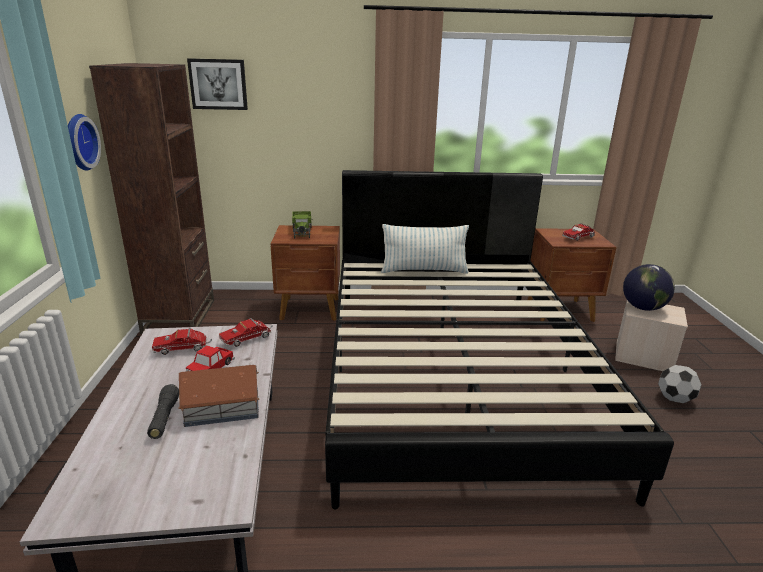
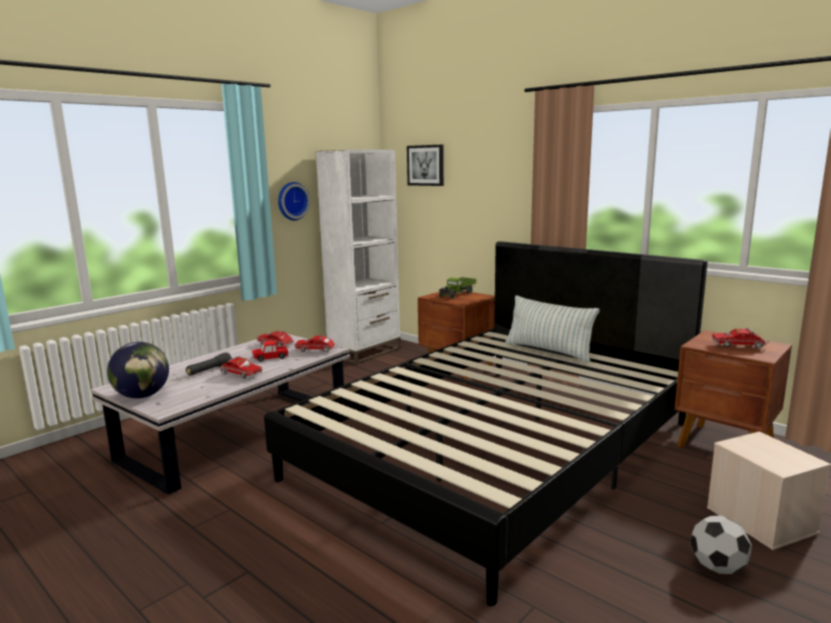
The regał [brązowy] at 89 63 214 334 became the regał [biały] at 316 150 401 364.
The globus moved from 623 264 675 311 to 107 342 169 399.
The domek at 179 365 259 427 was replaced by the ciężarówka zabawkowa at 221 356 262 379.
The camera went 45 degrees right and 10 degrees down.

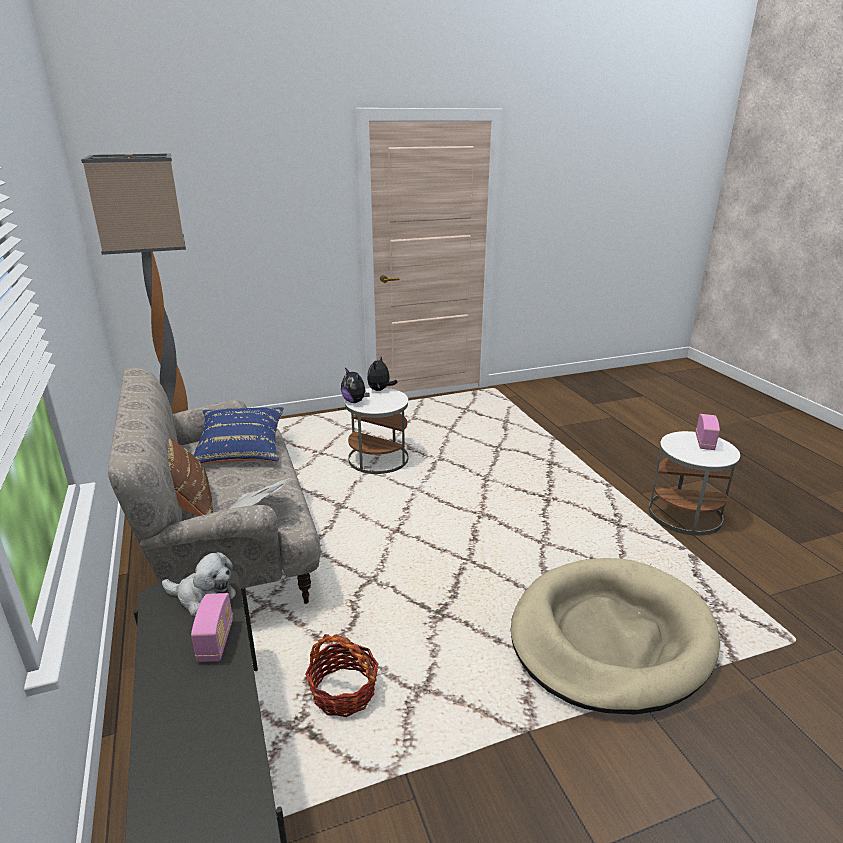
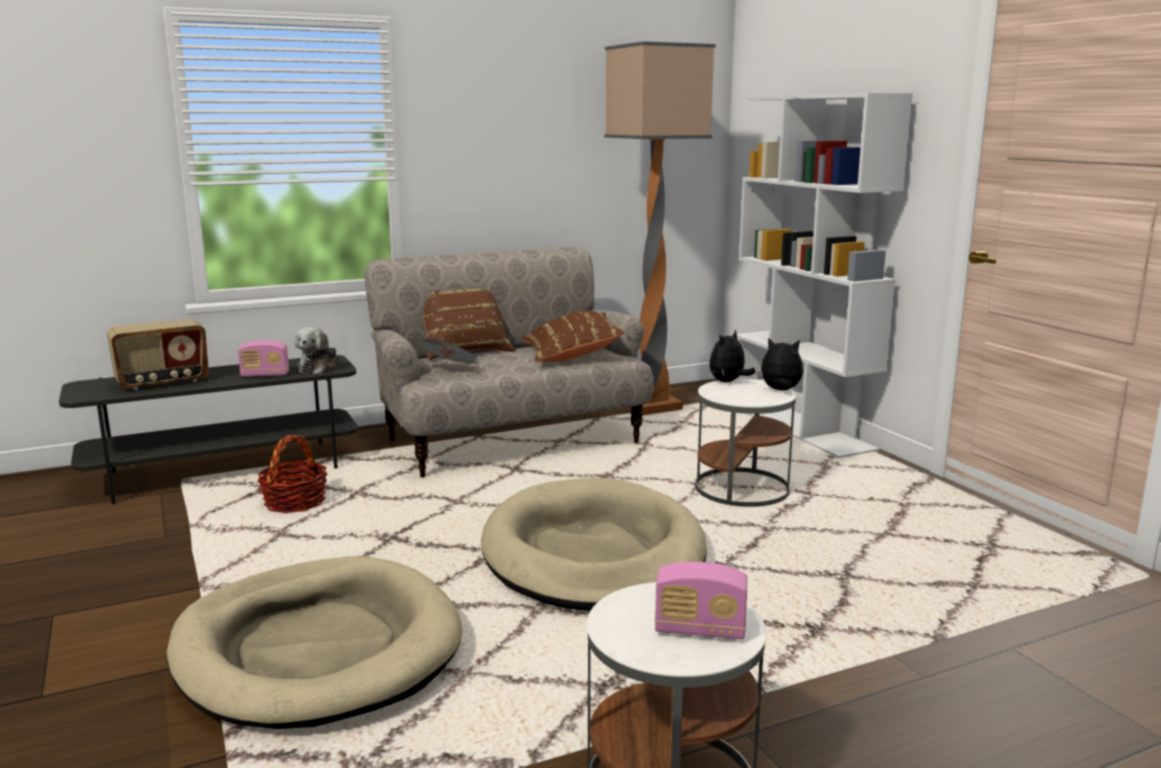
The poduszka [niebieski] at 193 407 284 464 became the poduszka [brązowy] at 522 311 624 362.
The regał [biały] at 736 93 913 458 appeared.
The radio at 107 319 209 390 appeared.
The legowisko [beżowy] at 481 477 707 611 appeared.
The camera went 85 degrees right and 10 degrees down.

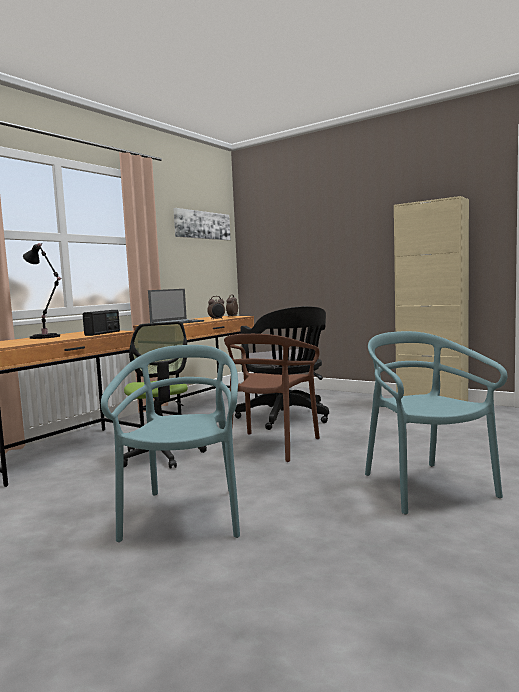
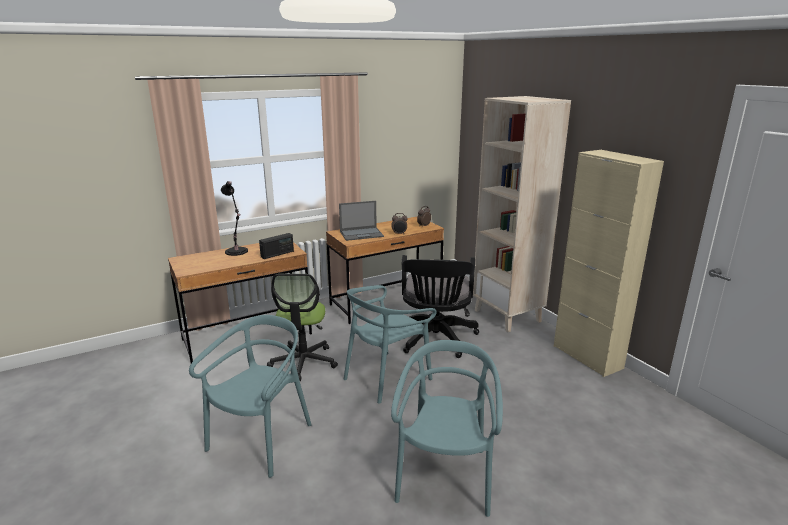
The obraz at 173 208 231 240 disappeared.
The krzesło [brązowy] at 224 334 320 462 became the krzesło [turkusowy] at 343 285 437 404.
The regał [beżowy] at 473 96 571 332 appeared.
The camera went 25 degrees right and 15 degrees up.

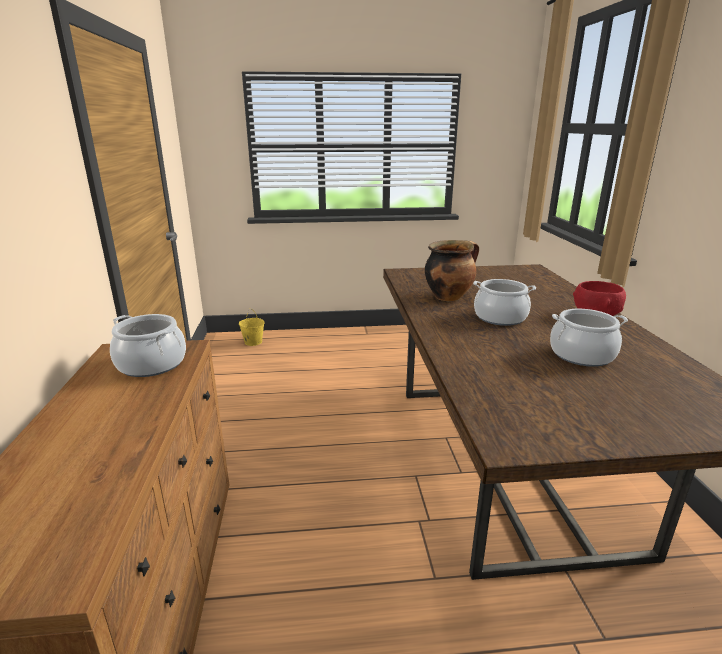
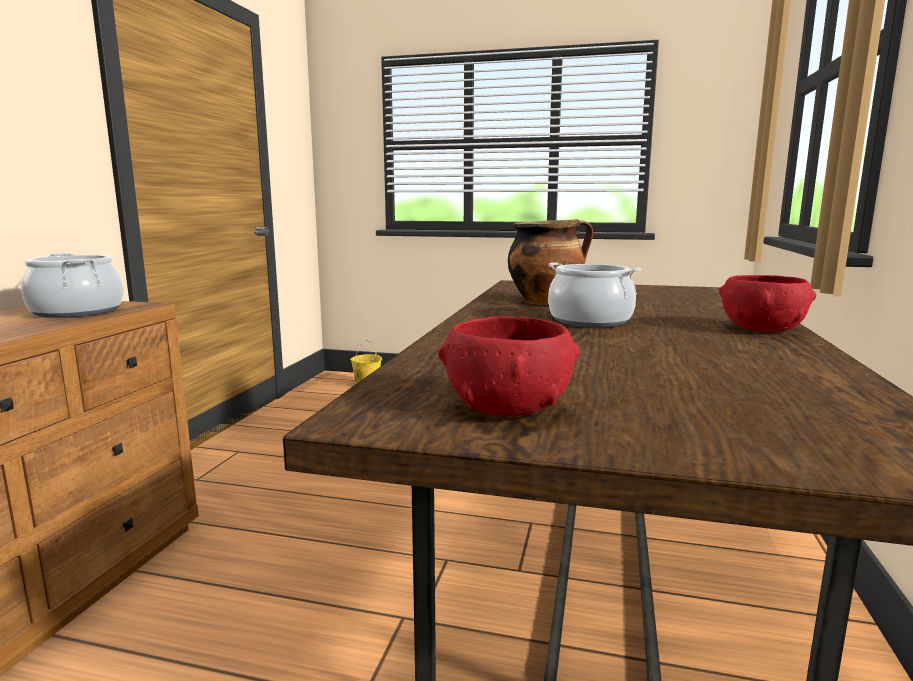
The garnek at 550 309 628 367 disappeared.
The miska [czerwony] at 438 316 580 417 appeared.
The camera went 20 degrees right and 10 degrees down.

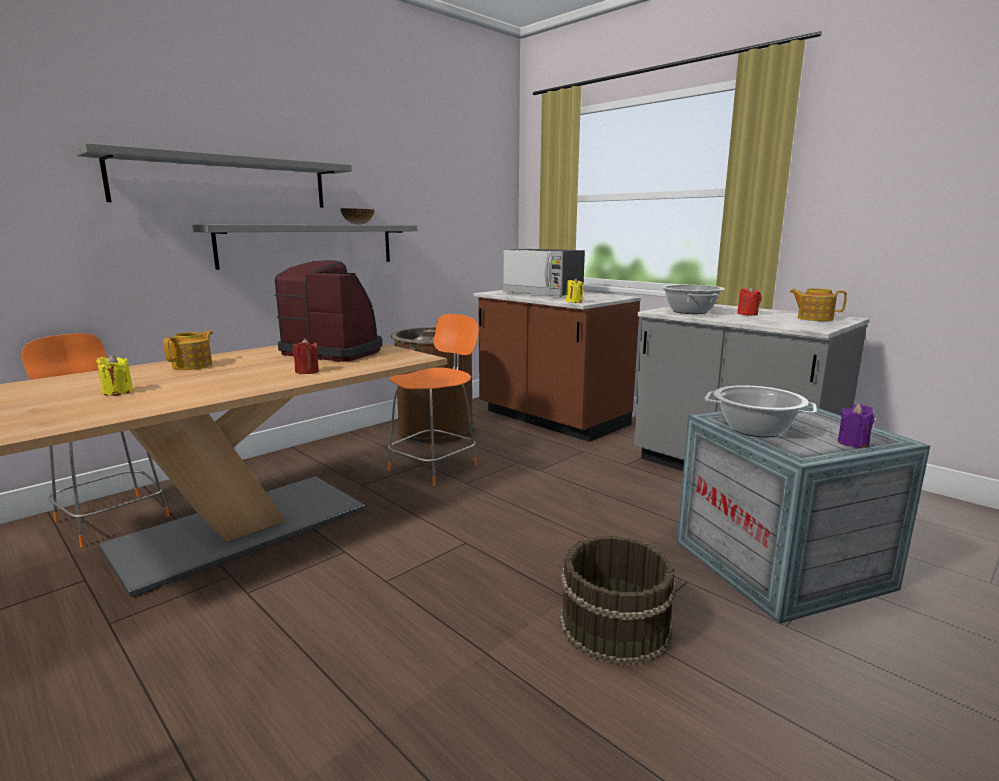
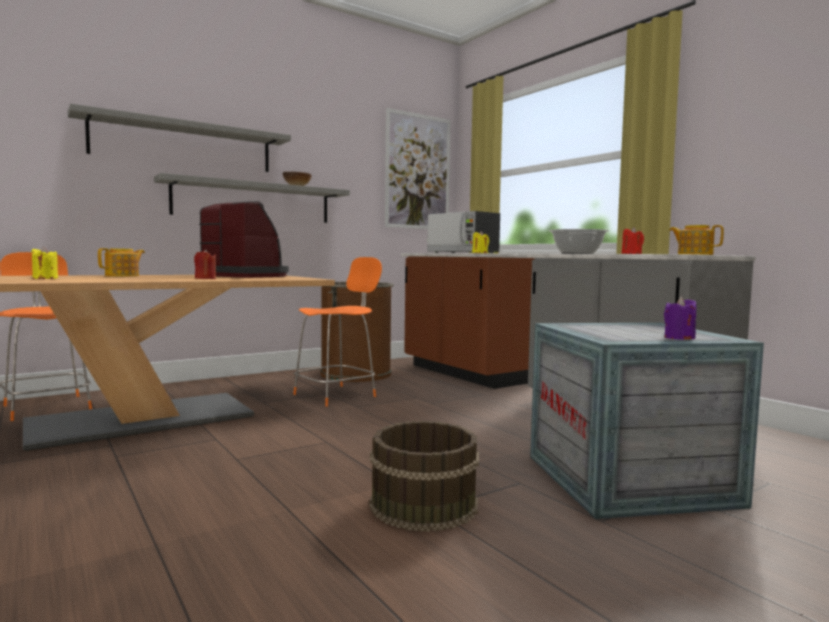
The garnek at 705 385 817 437 disappeared.
The obraz at 385 108 450 229 appeared.
The camera went 10 degrees right and 10 degrees down.

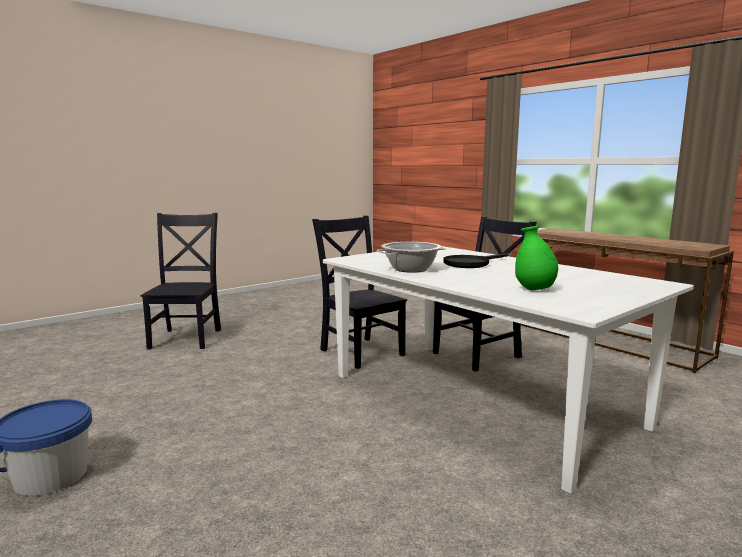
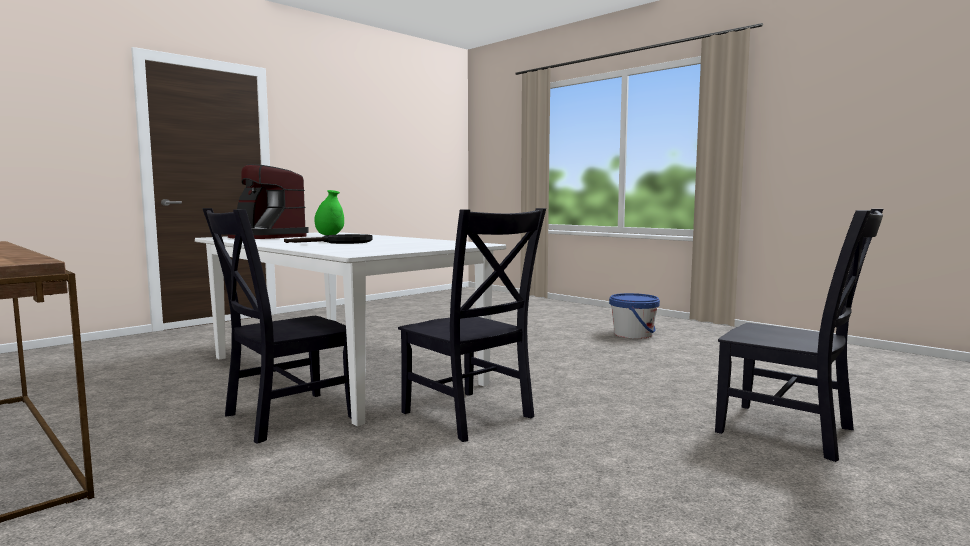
The krzesło [czarny] at 141 213 221 349 turned 45 degrees counterclockwise.
The garnek at 376 242 446 273 disappeared.
The ekspres do kawy at 228 164 309 239 appeared.
The camera went 175 degrees right and 5 degrees down.

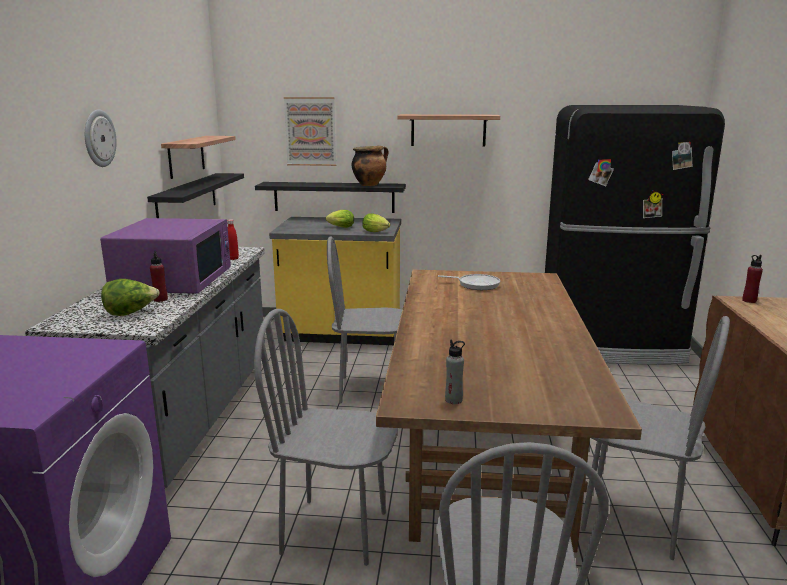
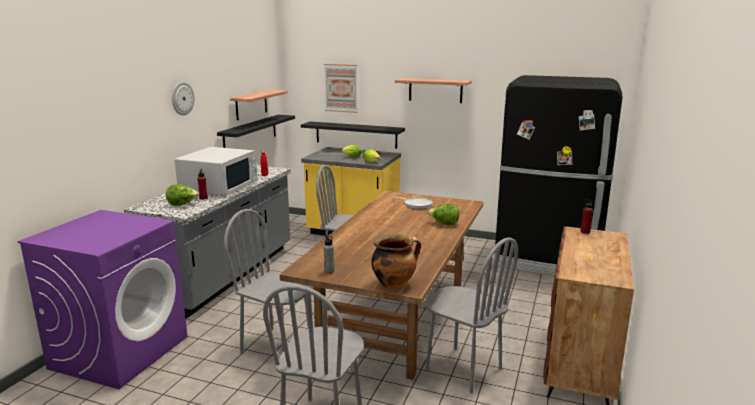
The garnek moved from 352 146 389 186 to 371 234 421 289.
The mikrofalówka [fioletowy] at 100 218 231 294 became the mikrofalówka [biały] at 174 147 258 196.
The sałata at 428 204 459 225 appeared.
The camera went 15 degrees right and 0 degrees up.

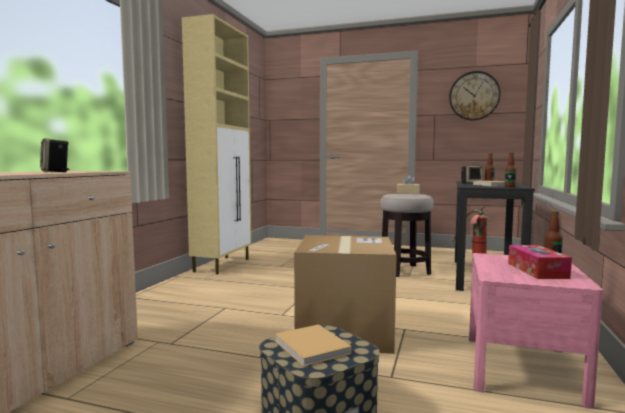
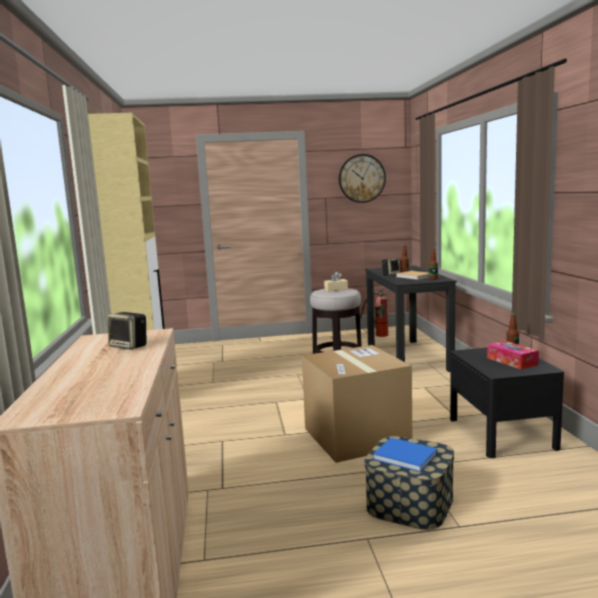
The szafka nocna [różowy] at 469 253 603 409 became the szafka nocna [czarny] at 450 348 564 458.
The książka [beżowy] at 274 324 352 367 became the książka [niebieski] at 373 438 437 472.
The camera went 25 degrees left and 5 degrees up.

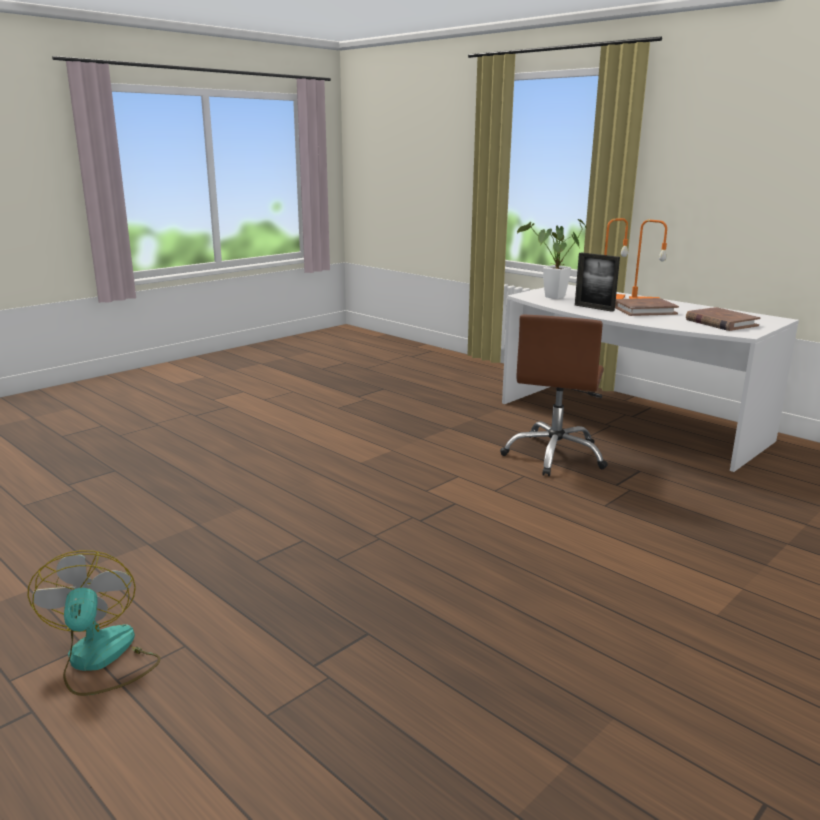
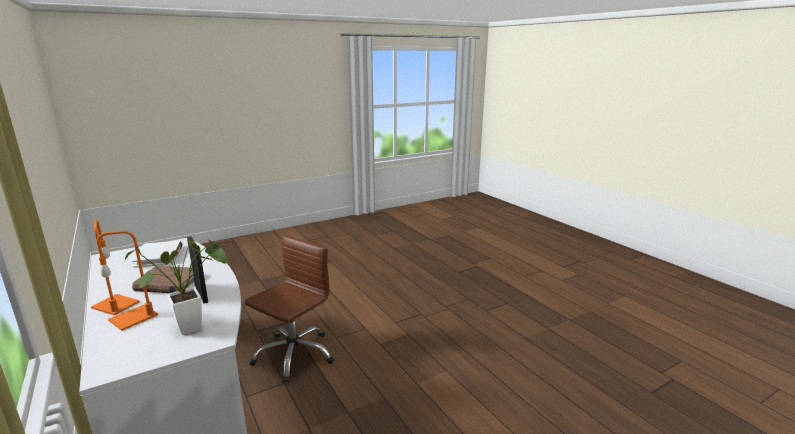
The książka [brązowy] at 686 307 760 331 became the książka [biały] at 132 241 183 268.
The wentylator at 27 550 161 696 disappeared.
The camera went 165 degrees left and 0 degrees up.

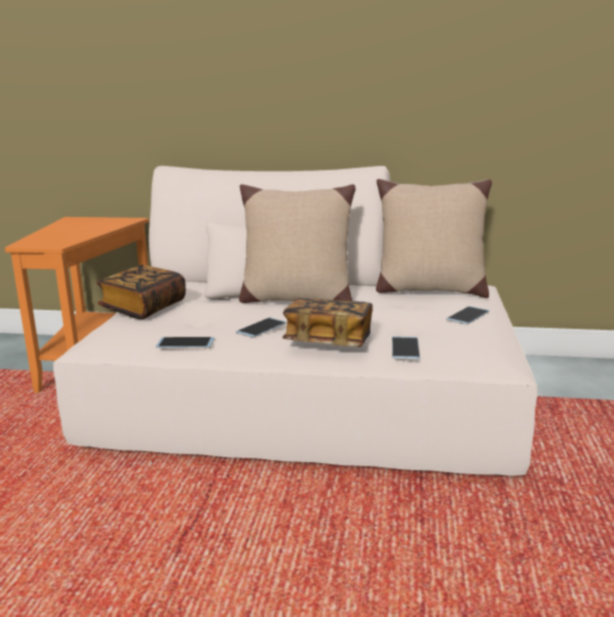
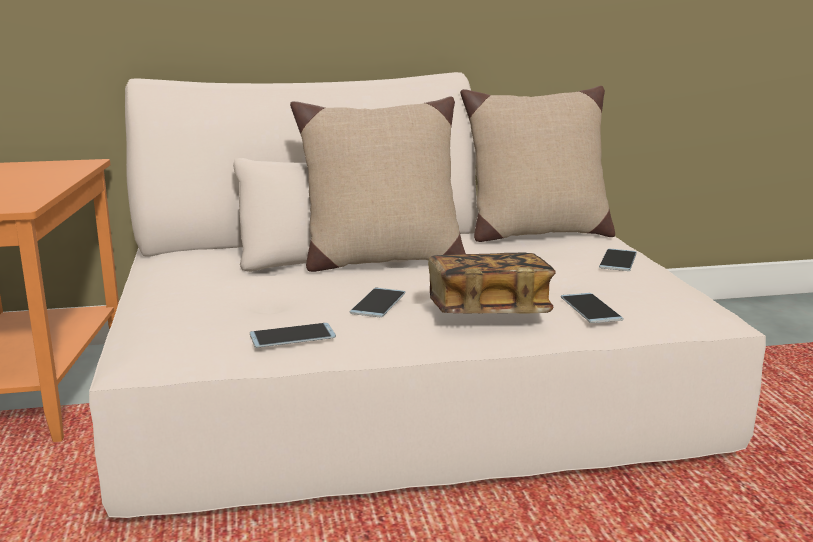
The książka at 96 265 186 319 disappeared.
The camera went 20 degrees left and 0 degrees up.

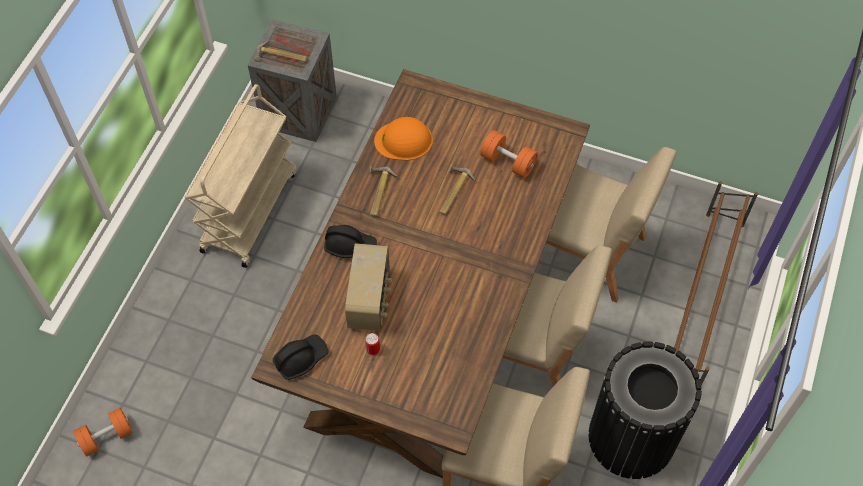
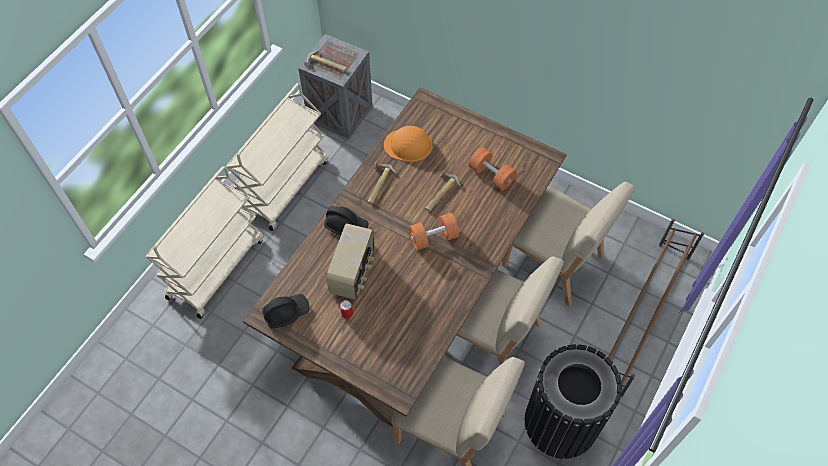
The hantel [pomarańczowy] moved from 74 408 133 457 to 409 213 459 250.
The wózek [beżowy] at 146 166 263 319 appeared.
The camera went 10 degrees right and 0 degrees up.

